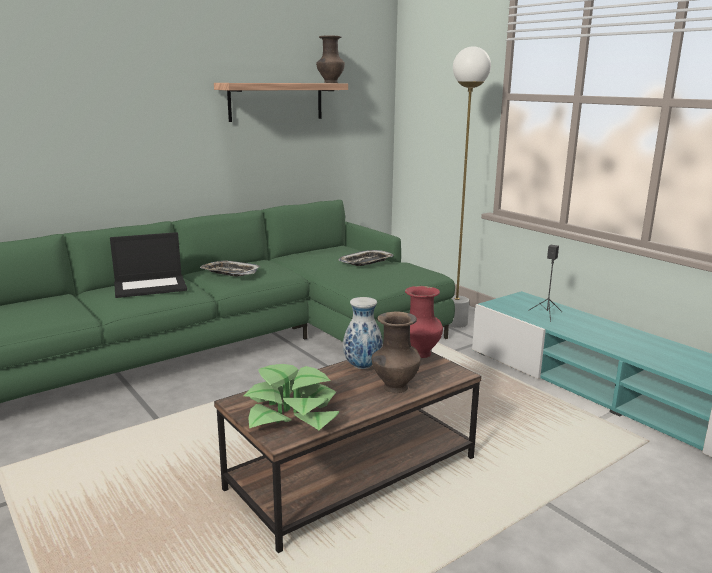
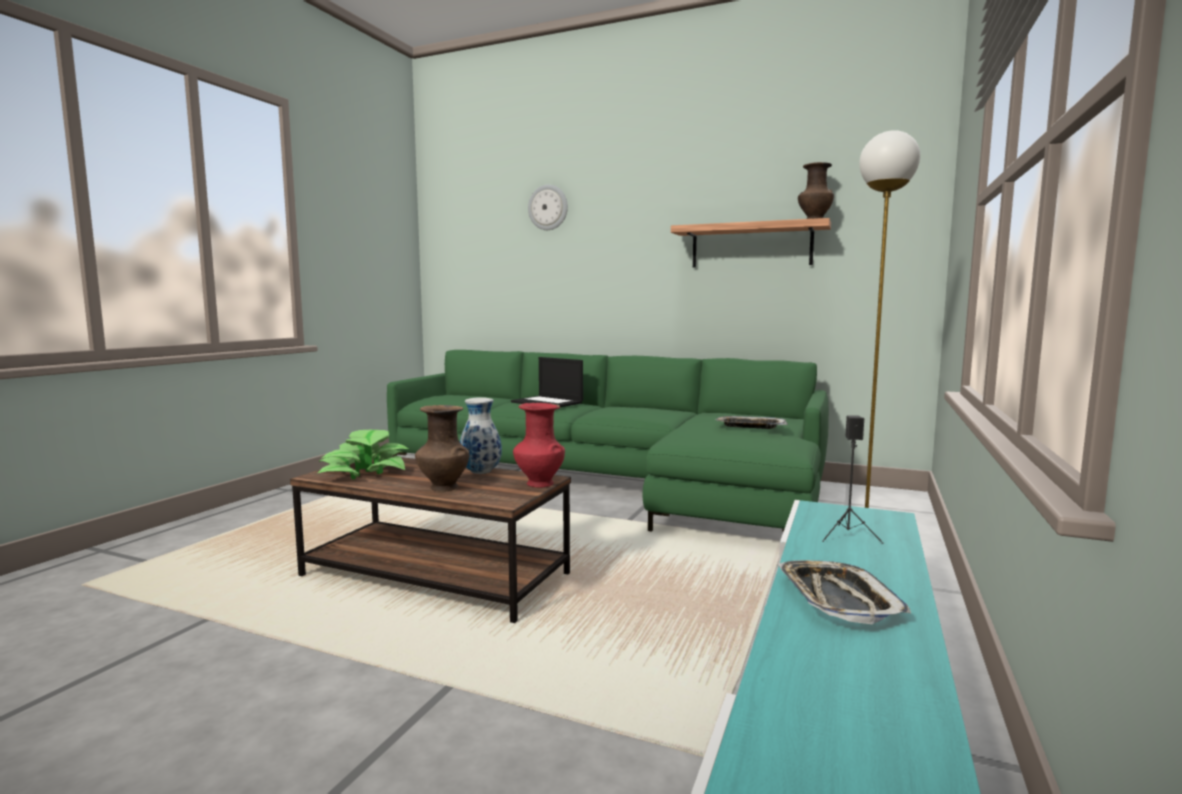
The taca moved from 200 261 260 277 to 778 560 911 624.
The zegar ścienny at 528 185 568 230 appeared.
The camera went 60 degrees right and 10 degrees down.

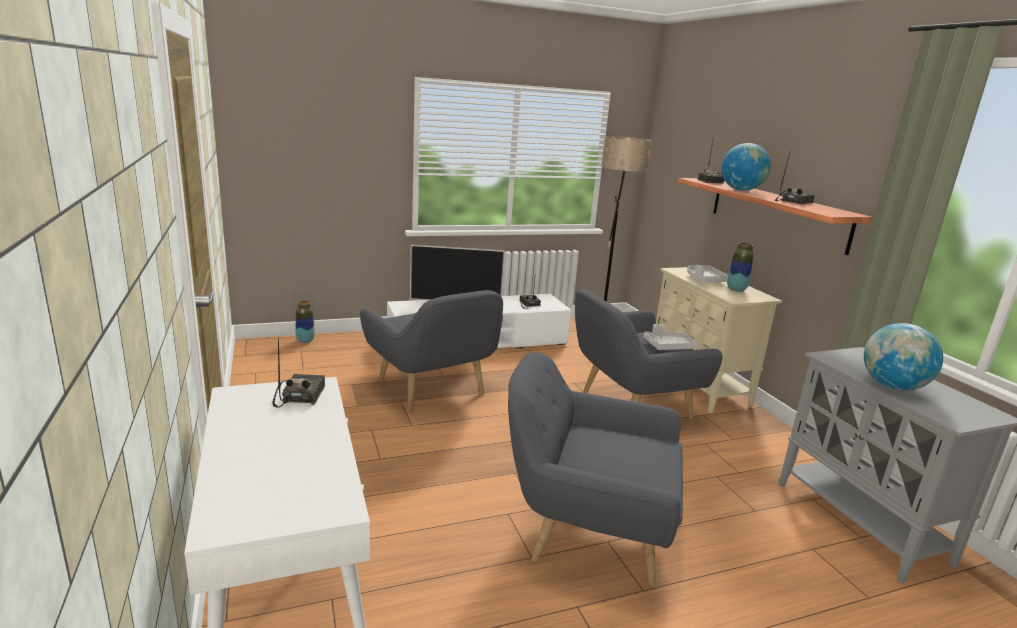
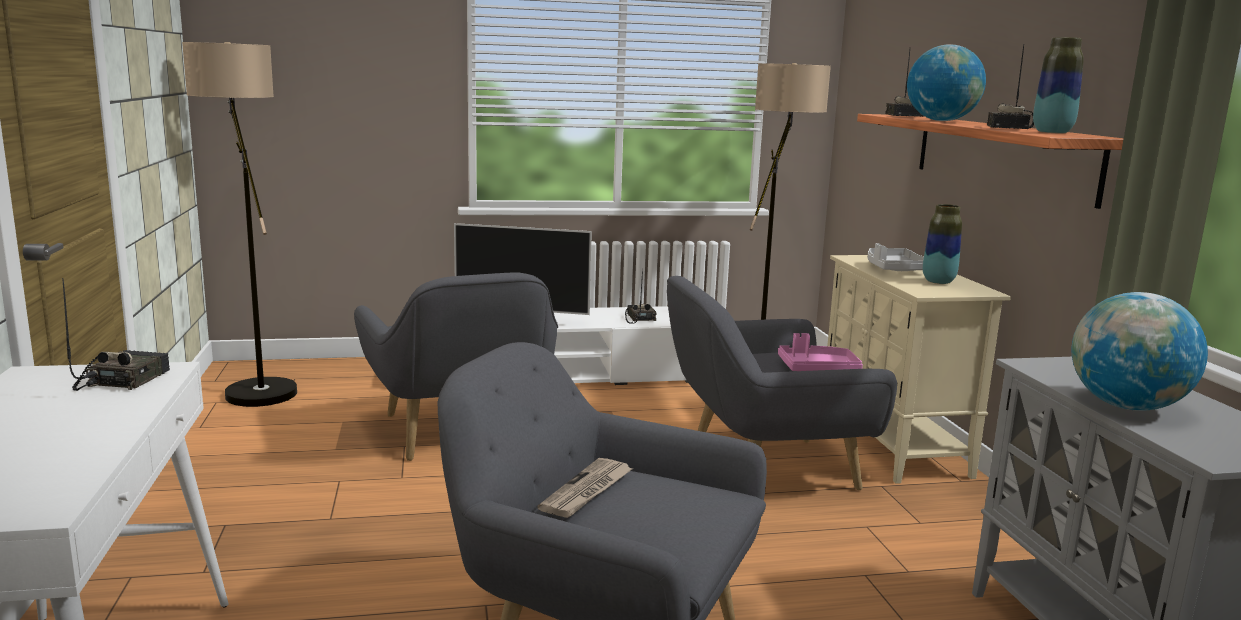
The radio at 775 153 815 204 turned 135 degrees clockwise.
The wazon moved from 296 301 315 343 to 1033 37 1084 134.
The taca [szary] at 643 324 699 350 became the taca [różowy] at 778 333 863 371.
The lampa stojąca at 182 42 297 407 appeared.
The gazeta at 537 458 632 518 appeared.
The camera went 10 degrees right and 5 degrees down.

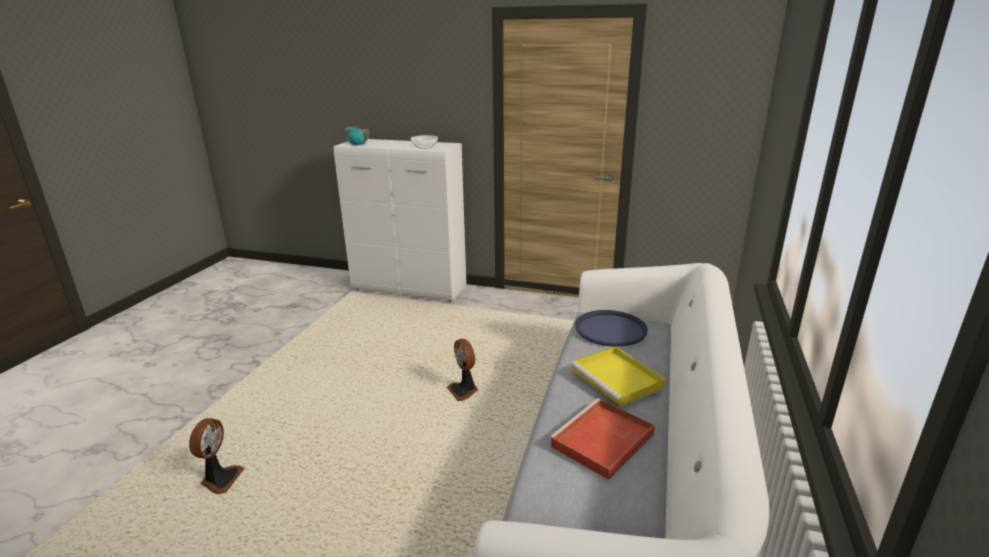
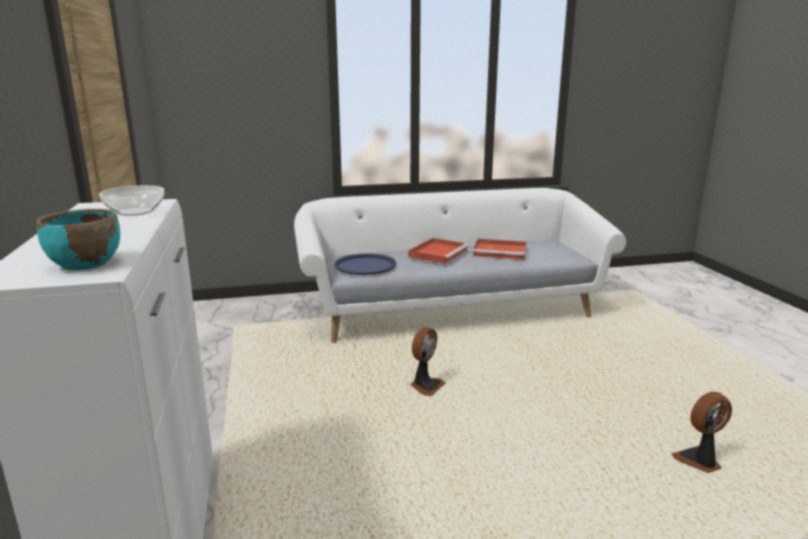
The taca [żółty] at 571 346 666 407 became the taca [czerwony] at 408 238 469 264.
The camera went 120 degrees left and 5 degrees down.

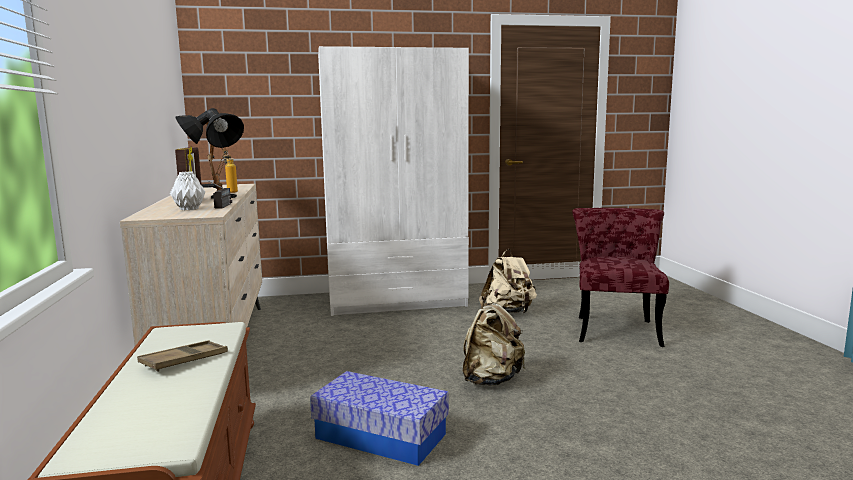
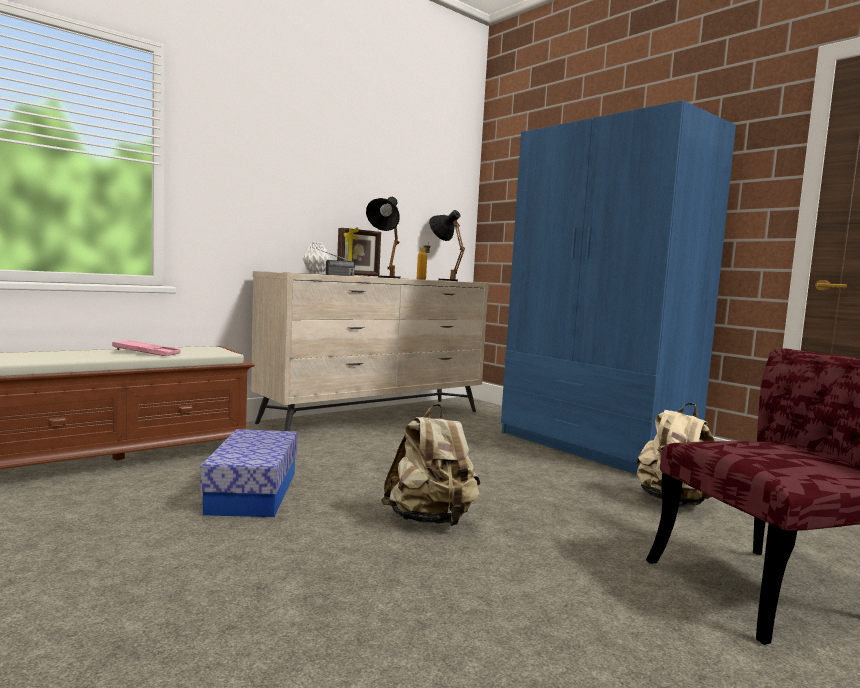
The szafa [biały] at 318 46 469 316 became the szafa [niebieski] at 501 100 736 475.
The taca [brązowy] at 137 340 228 372 became the taca [różowy] at 112 340 181 356.
The camera went 60 degrees right and 5 degrees down.

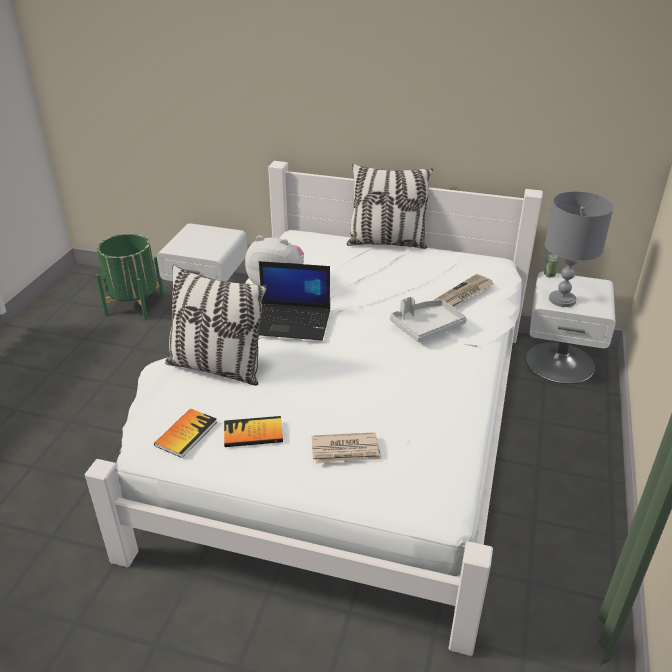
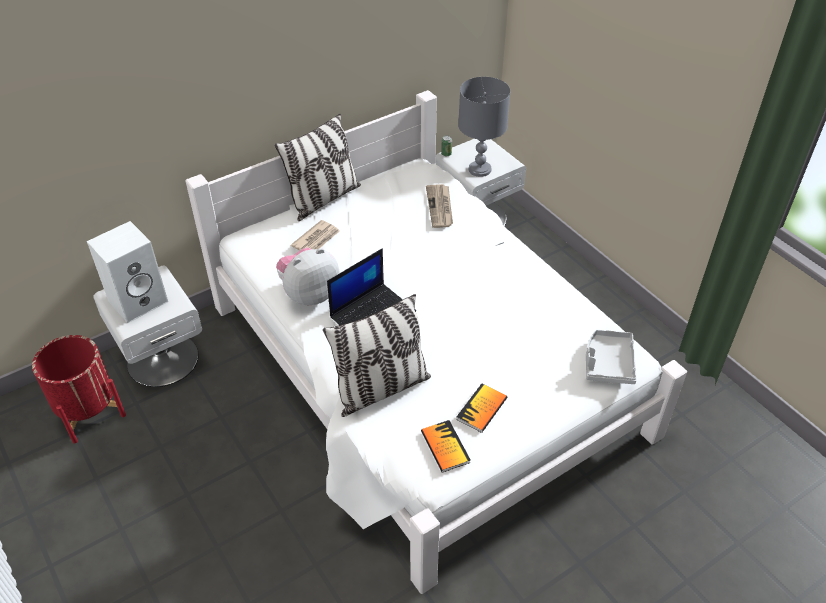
The donica [zielony] at 96 233 164 320 became the donica [czerwony] at 32 335 126 444.
The taca [szary] moved from 390 296 467 342 to 586 330 637 384.
The gazeta moved from 311 432 382 464 to 291 220 340 250.
The głośnik [biały] at 87 221 168 323 appeared.
The camera went 50 degrees left and 10 degrees up.

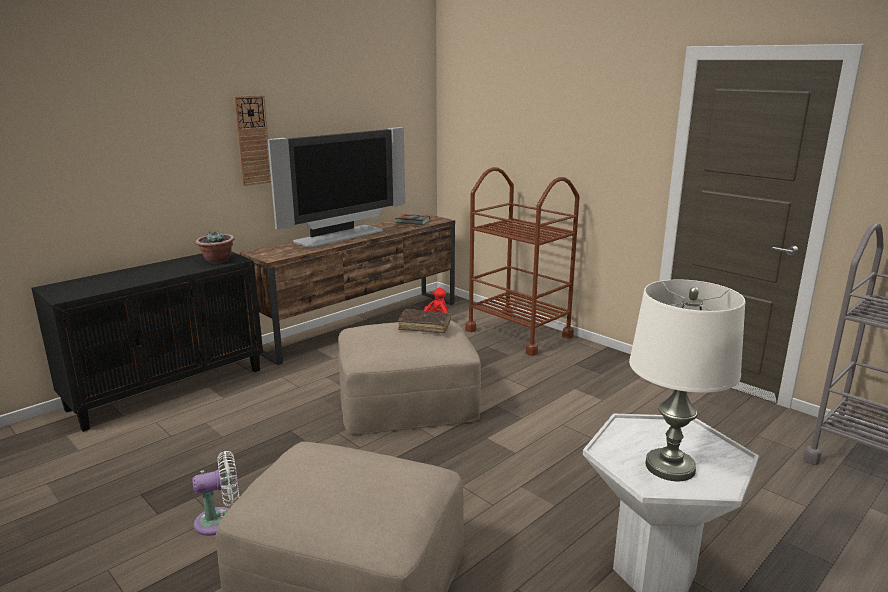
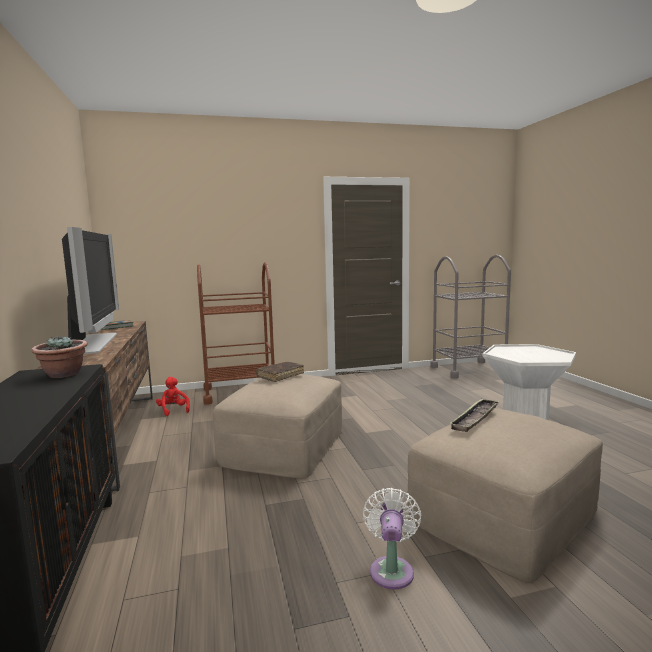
The zegar ścienny at 233 95 271 186 disappeared.
The lampa stołowa [biały] at 629 280 745 481 disappeared.
The taca at 449 398 500 432 appeared.
The camera went 60 degrees left and 10 degrees down.

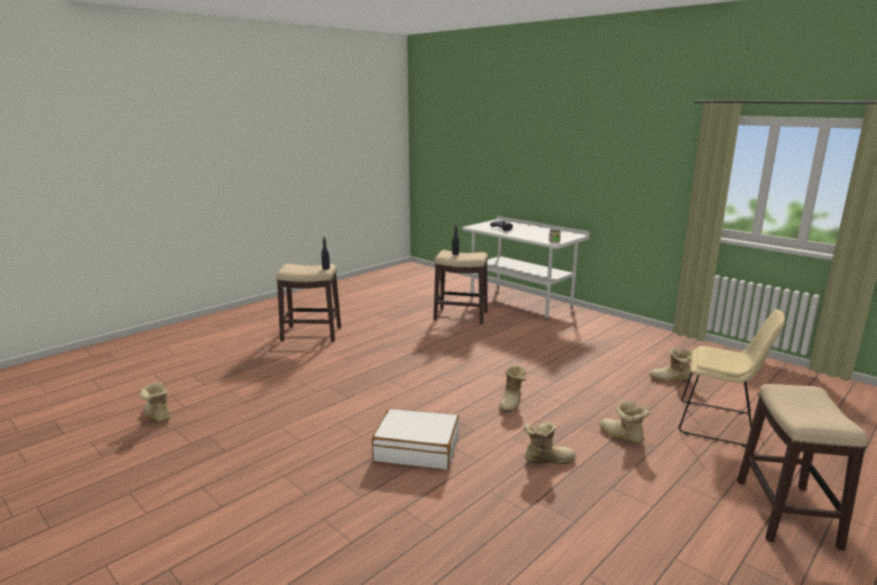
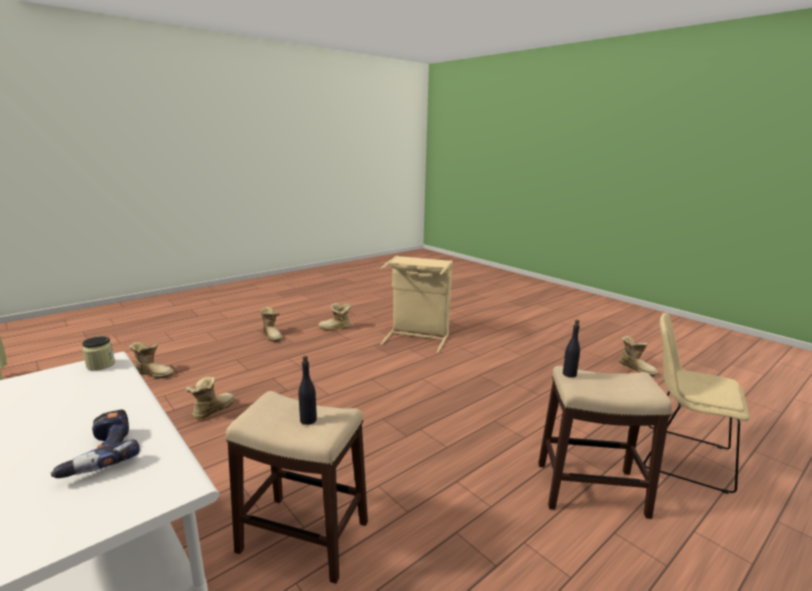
The krzesło [beżowy] moved from 679 309 785 447 to 643 313 750 494.
The but z cholewką moved from 499 365 526 413 to 186 377 235 419.
The stołek at 737 384 868 551 disappeared.
The walizka [biały] at 372 408 459 470 was replaced by the kosz na pranie [beżowy] at 381 256 453 353.
The camera went 175 degrees left and 0 degrees up.

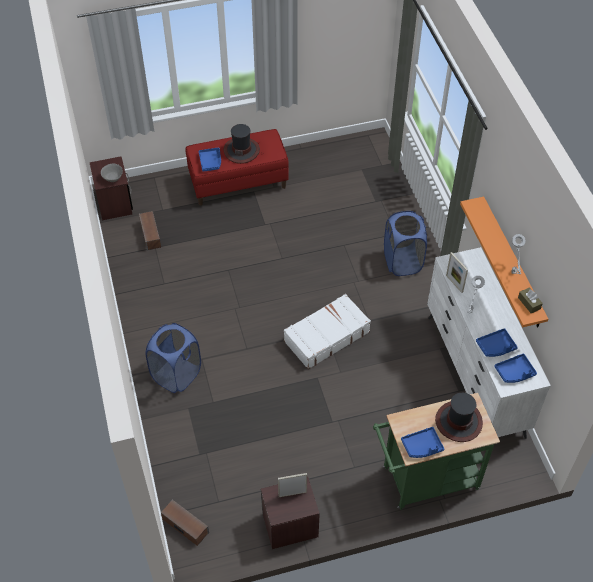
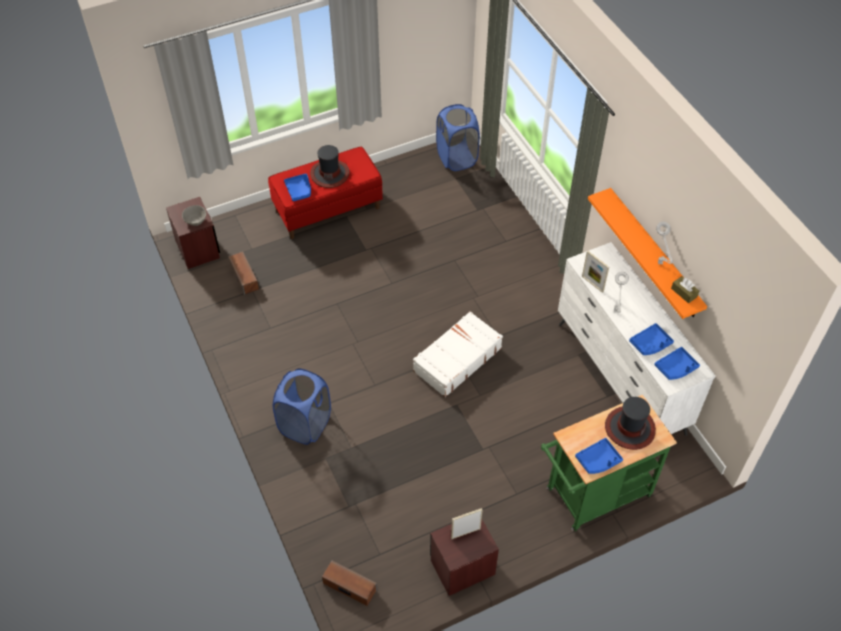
The kosz na pranie [niebieski] moved from 384 211 427 276 to 436 104 480 171.
The camera went 10 degrees left and 0 degrees up.

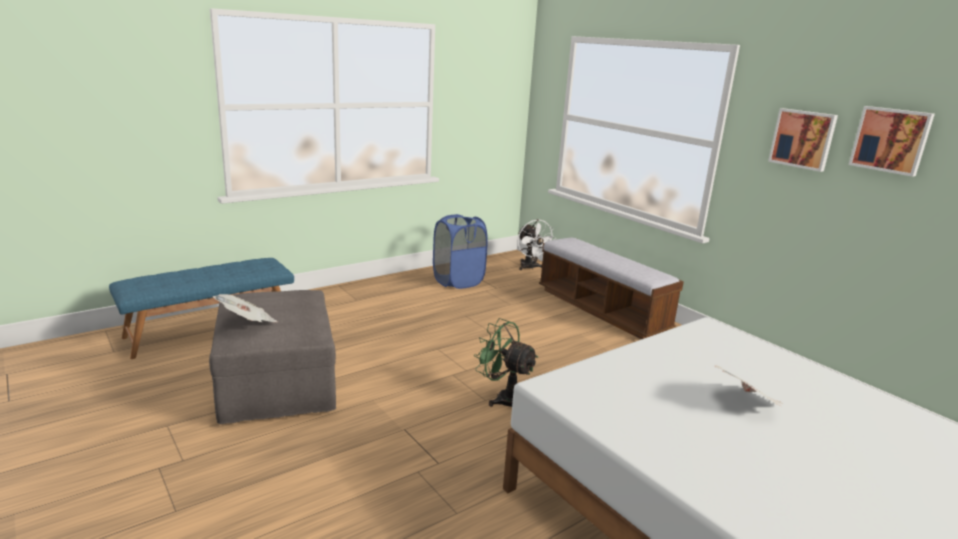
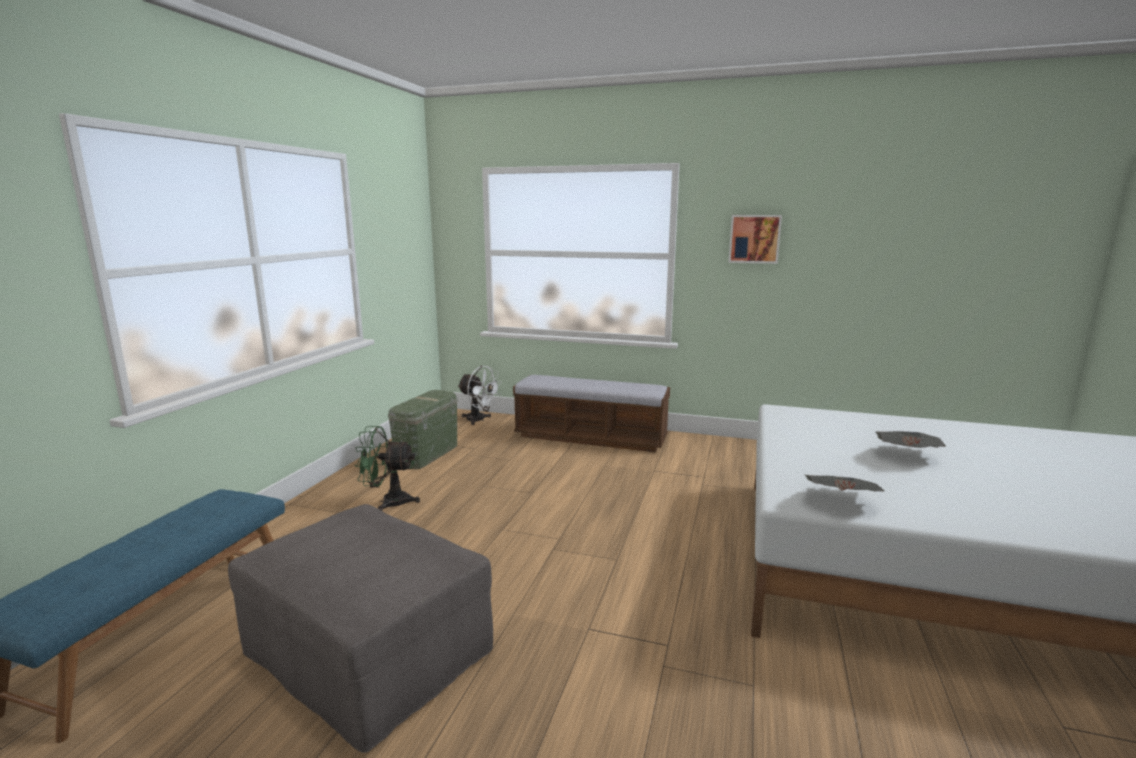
The obraz at 849 106 935 177 disappeared.
The kosz na pranie [niebieski] at 433 214 488 289 was replaced by the pojemnik do przechowywania [zielony] at 388 390 458 469.
The gazeta moved from 212 294 278 322 to 803 474 884 492.
The wentylator [zielony] moved from 474 318 538 407 to 355 426 420 511.
The camera went 35 degrees left and 5 degrees down.

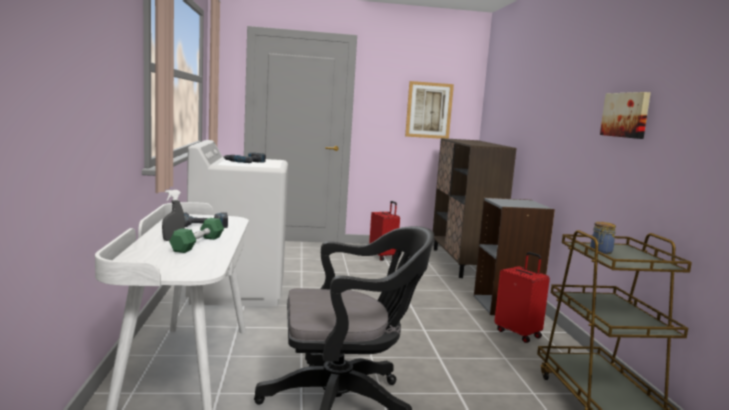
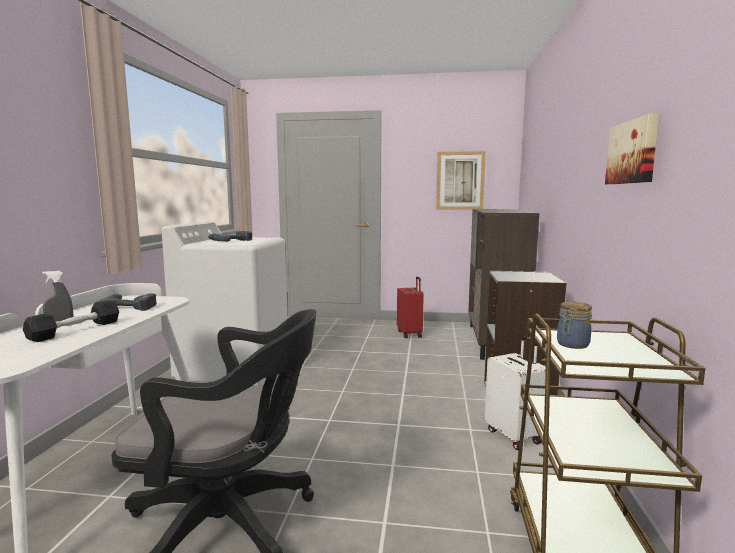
The hantel [zielony] at 169 218 224 253 became the hantel [czarny] at 23 300 119 342.
The walizka [czerwony] at 494 252 550 343 became the walizka [biały] at 485 336 546 450.
The camera went 15 degrees right and 0 degrees up.

